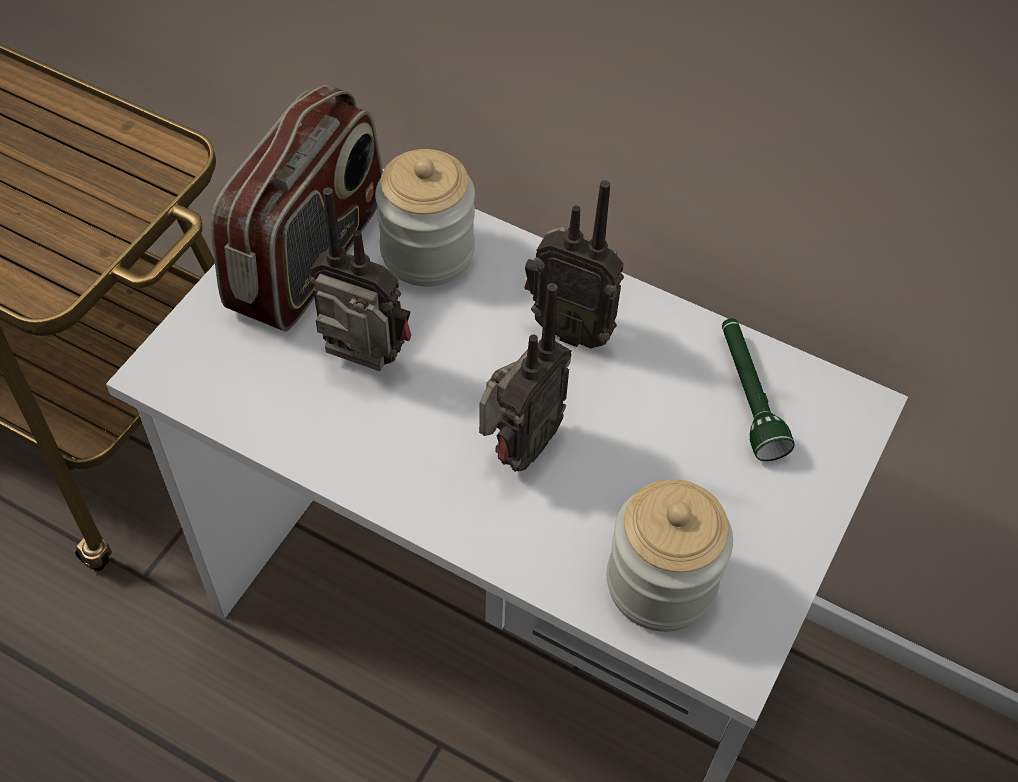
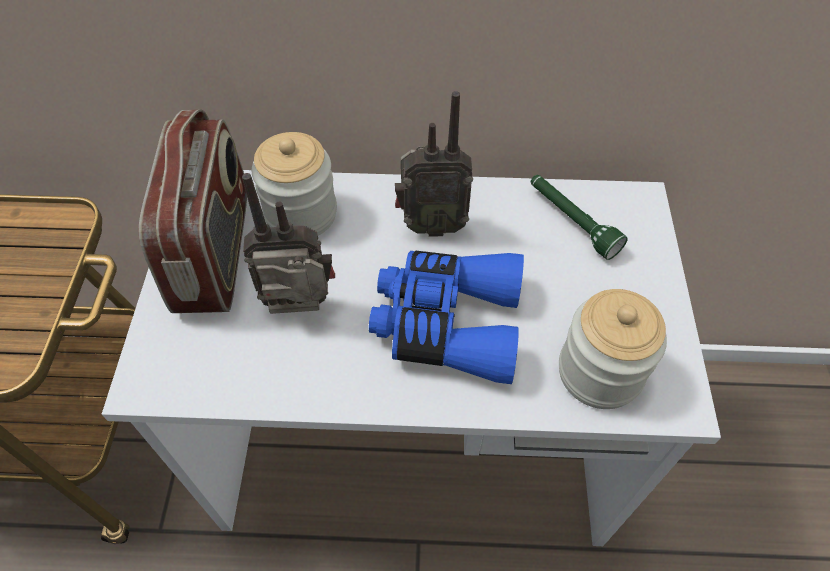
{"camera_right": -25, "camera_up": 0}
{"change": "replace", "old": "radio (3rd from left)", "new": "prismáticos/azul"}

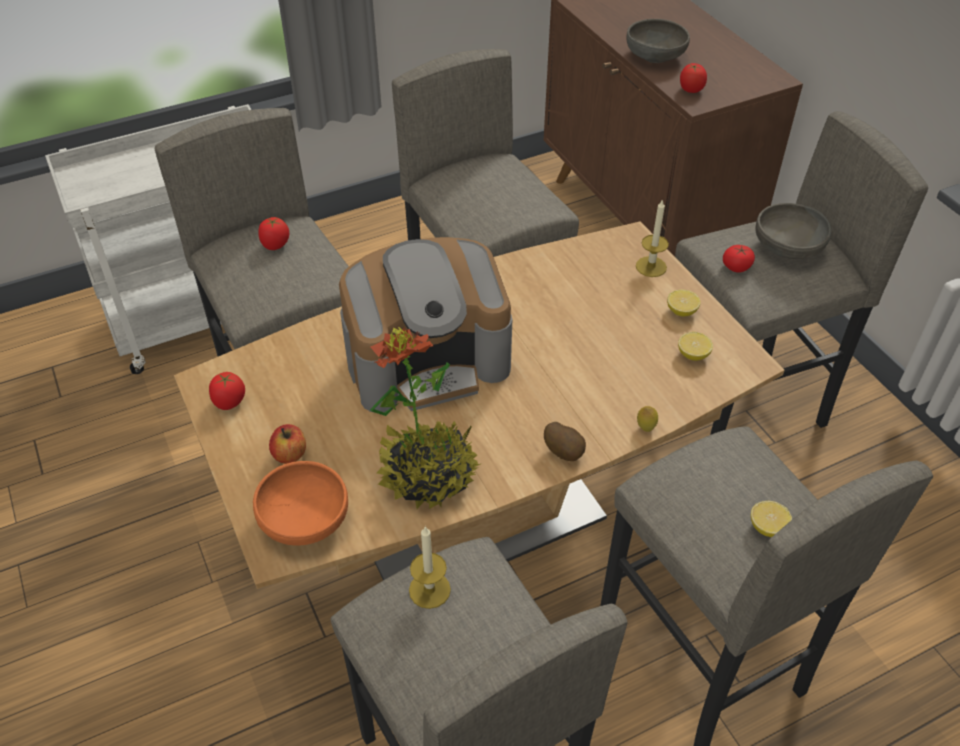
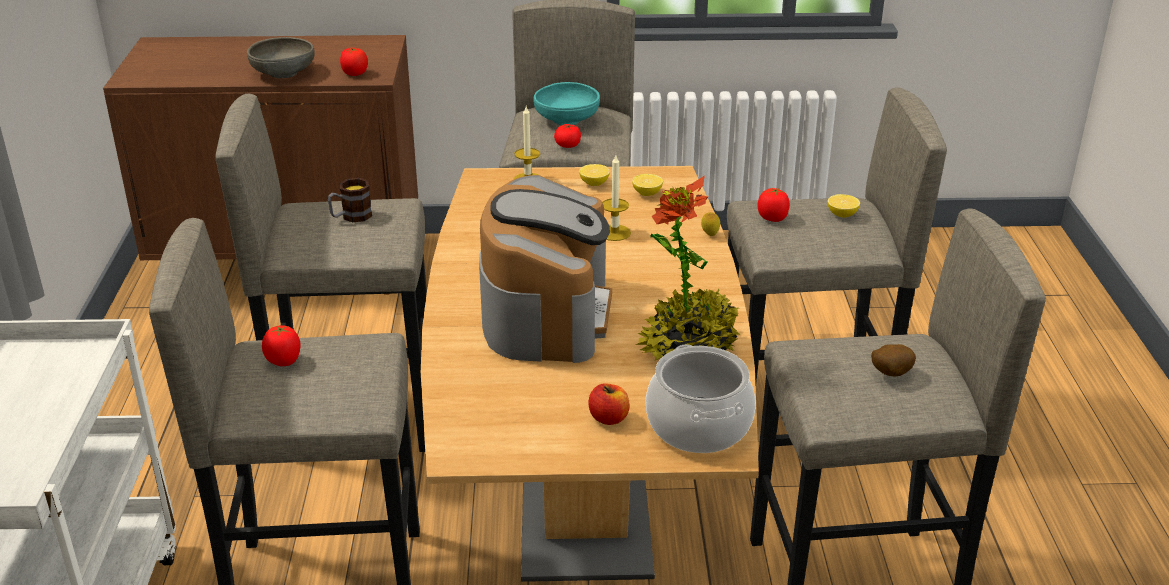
{"camera_right": -65, "camera_up": -15}
{"change": "insert", "new": "taza grande"}
{"change": "recolor", "old": "cuenco/gris (2nd from left)", "new": "cuenco/turquesa"}
{"change": "move", "old": "vela (1st from left in the first image)", "new": "vela (2nd from left)"}
{"change": "replace", "old": "cuenco/naranja", "new": "olla"}
{"change": "move", "old": "tomate (1st from left in the first image)", "new": "tomate (4th from left)"}
{"change": "move", "old": "patata"}

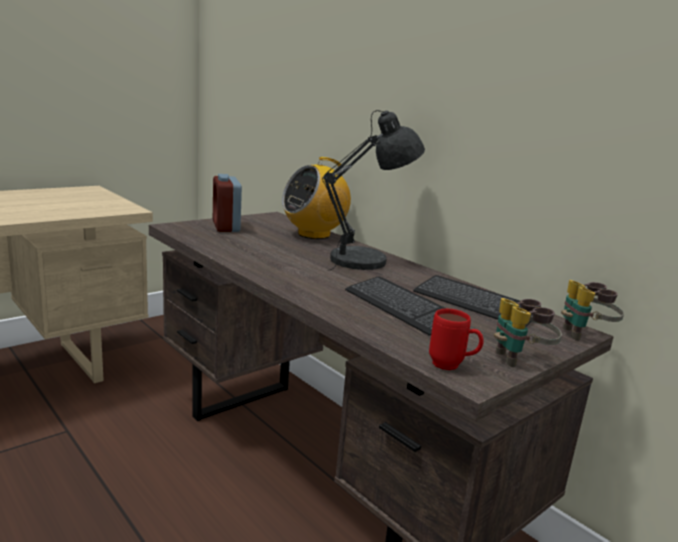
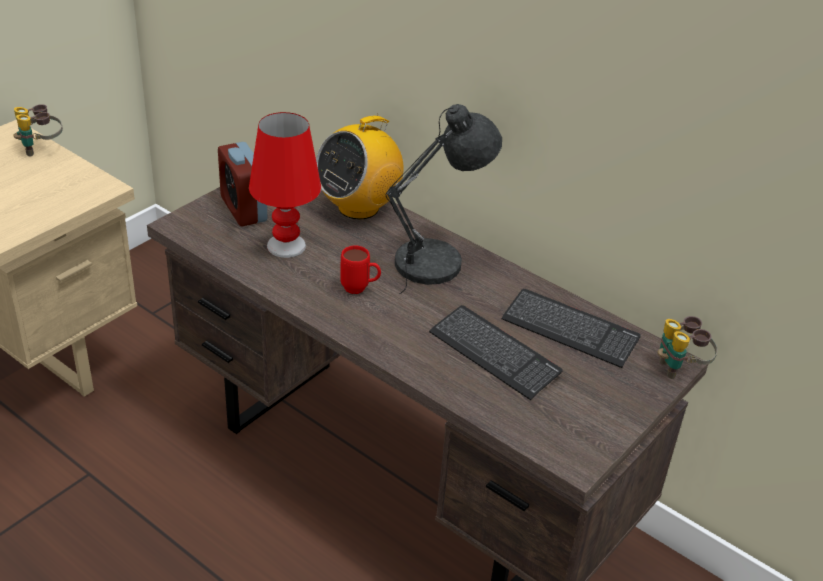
{"camera_right": -10, "camera_up": 20}
{"change": "move", "old": "prismáticos (1st from left)"}
{"change": "insert", "new": "lámpara de mesa/rojo"}
{"change": "move", "old": "taza grande/rojo"}

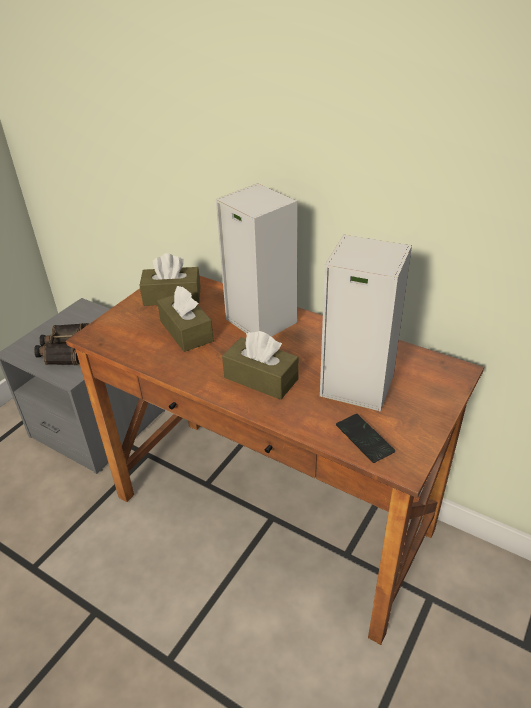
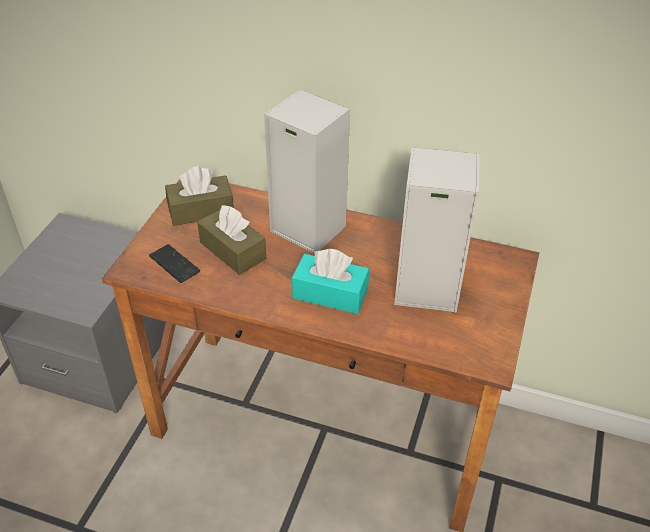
{"camera_right": -15, "camera_up": 5}
{"change": "move", "old": "móvil"}
{"change": "recolor", "old": "caja de pañuelos/marrón (3rd from left)", "new": "caja de pañuelos/turquesa"}
{"change": "delete", "old": "prismáticos"}

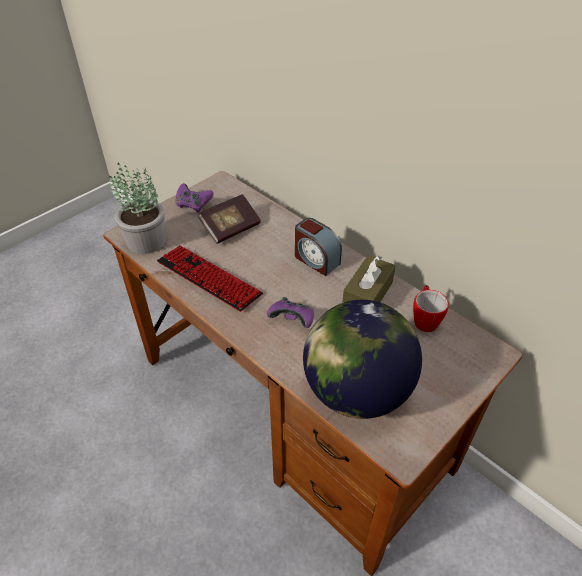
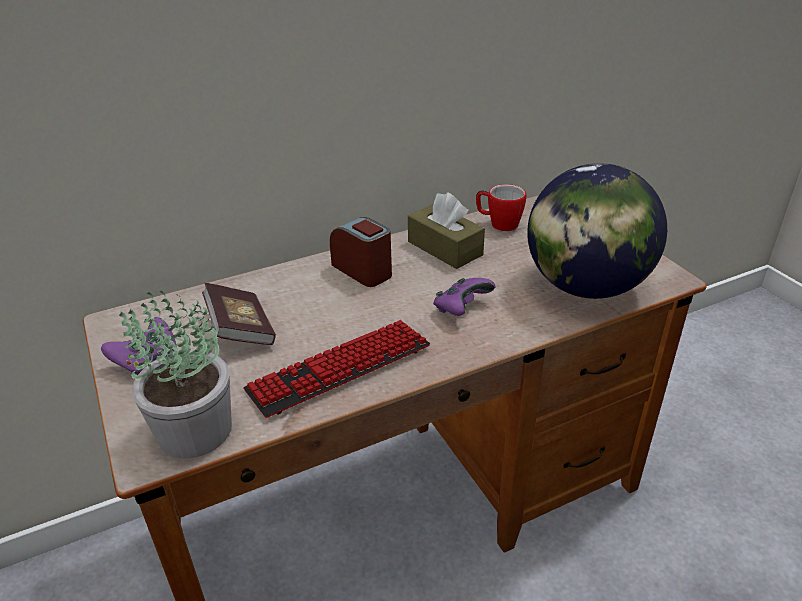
{"camera_right": -70, "camera_up": -10}
{"change": "rotate", "old": "despertador", "degrees": -105}

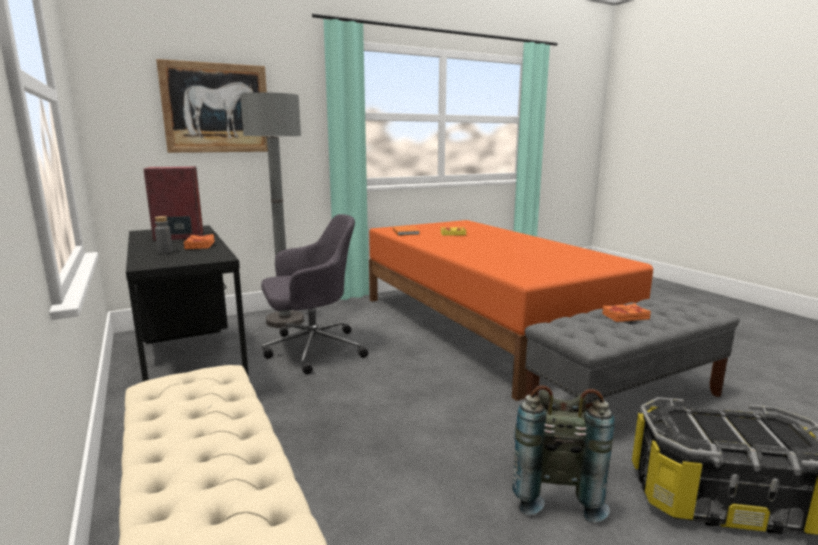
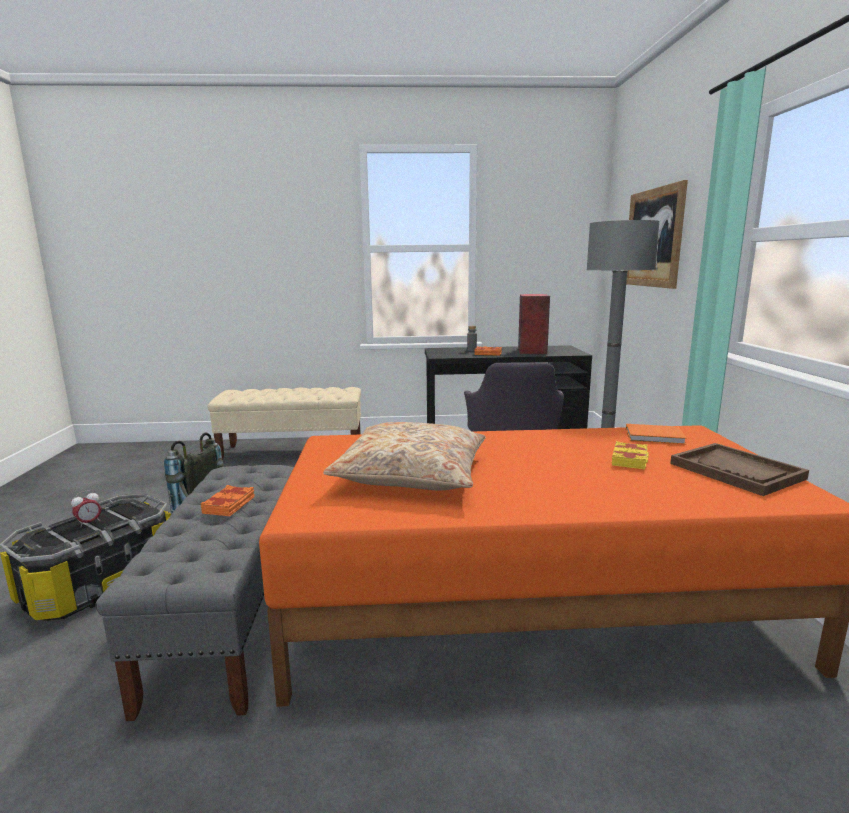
{"camera_right": 115, "camera_up": 0}
{"change": "insert", "new": "despertador"}
{"change": "insert", "new": "cojín/beis"}
{"change": "insert", "new": "bandeja/marrón"}

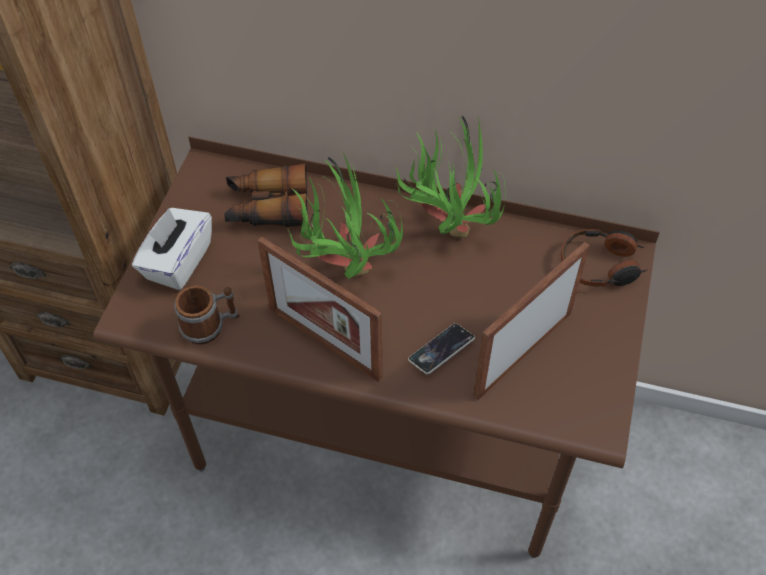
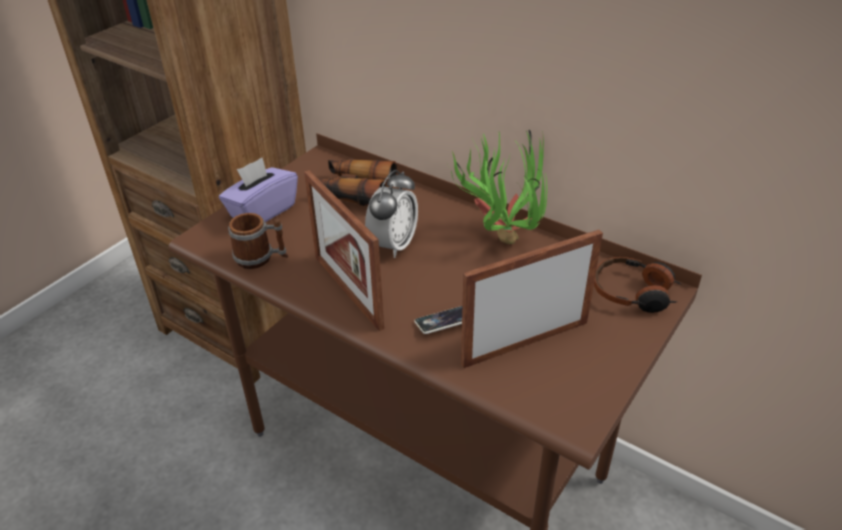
{"camera_right": 20, "camera_up": -15}
{"change": "recolor", "old": "caja de pañuelos/blanco", "new": "caja de pañuelos/morado"}
{"change": "replace", "old": "planta en maceta (1st from left)", "new": "despertador"}

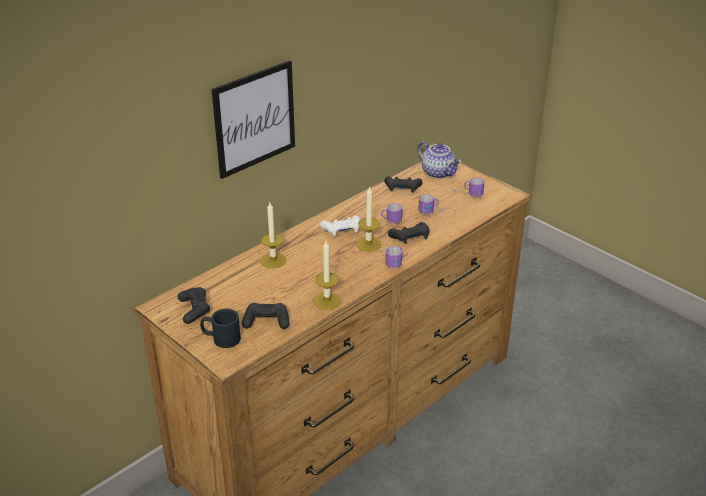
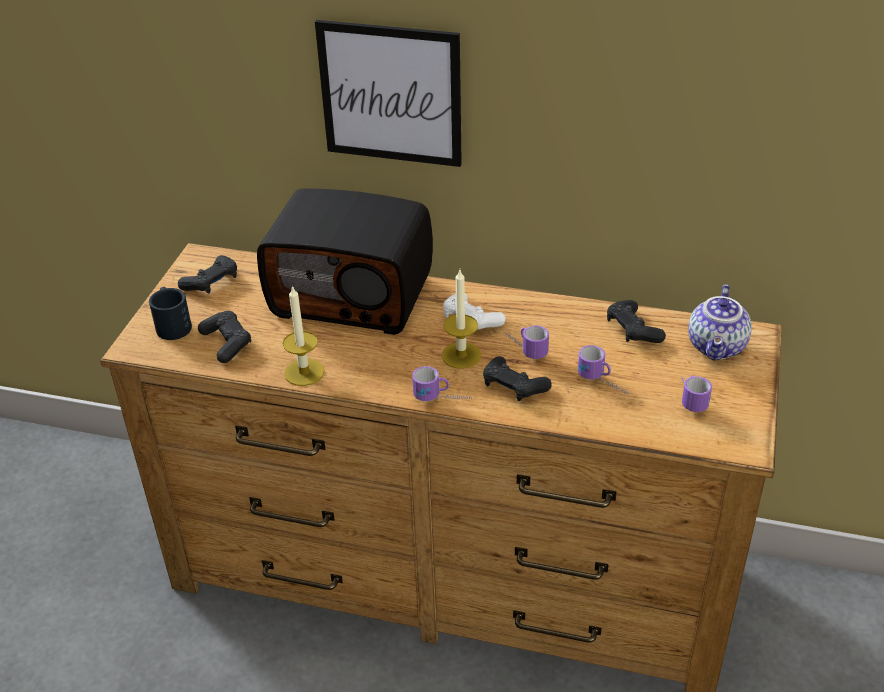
{"camera_right": 60, "camera_up": 5}
{"change": "replace", "old": "vela (1st from left)", "new": "radio"}

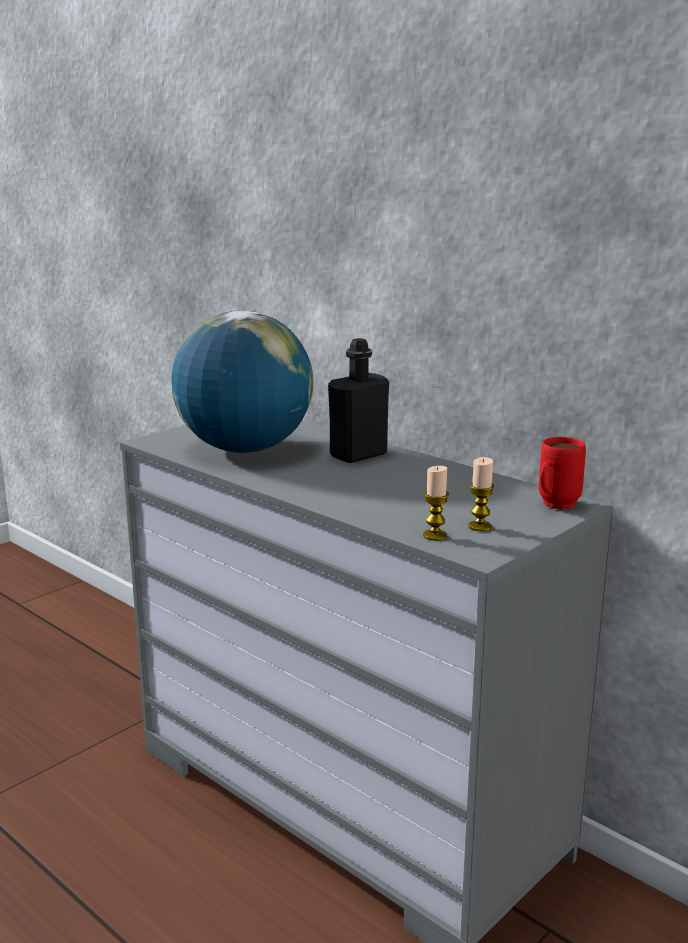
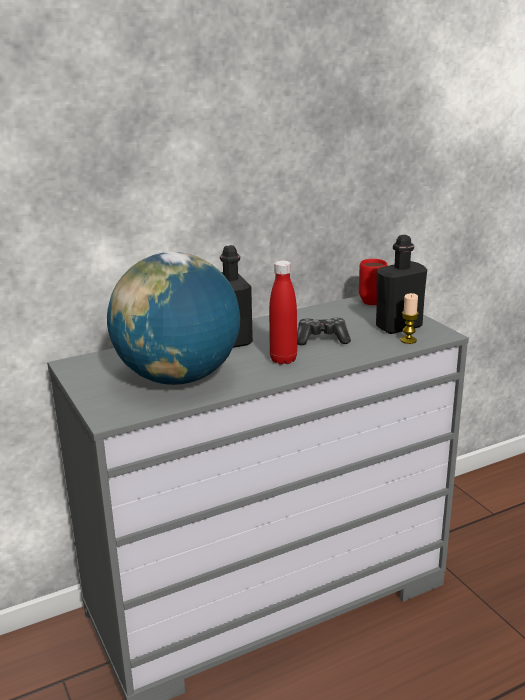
{"camera_right": -70, "camera_up": 5}
{"change": "insert", "new": "botella/rojo"}
{"change": "insert", "new": "mando de consola"}
{"change": "replace", "old": "vela (2nd from left)", "new": "botella/negro (2nd from left)"}

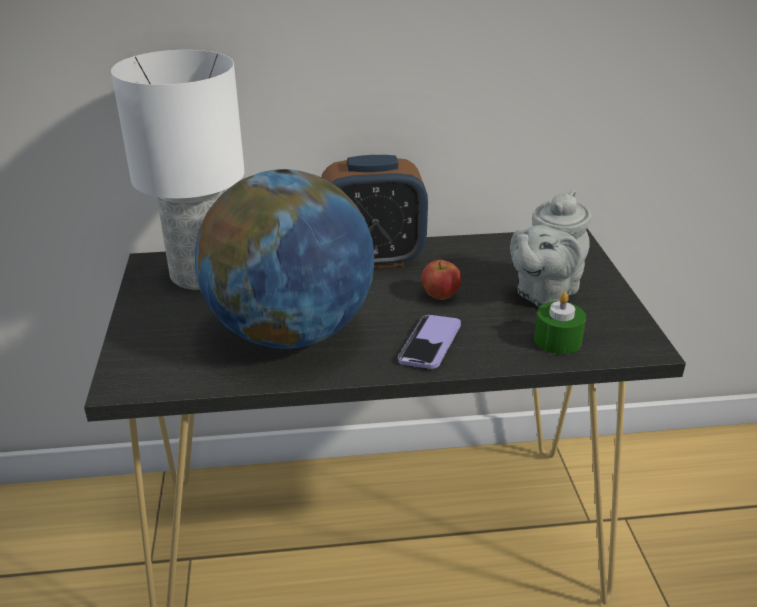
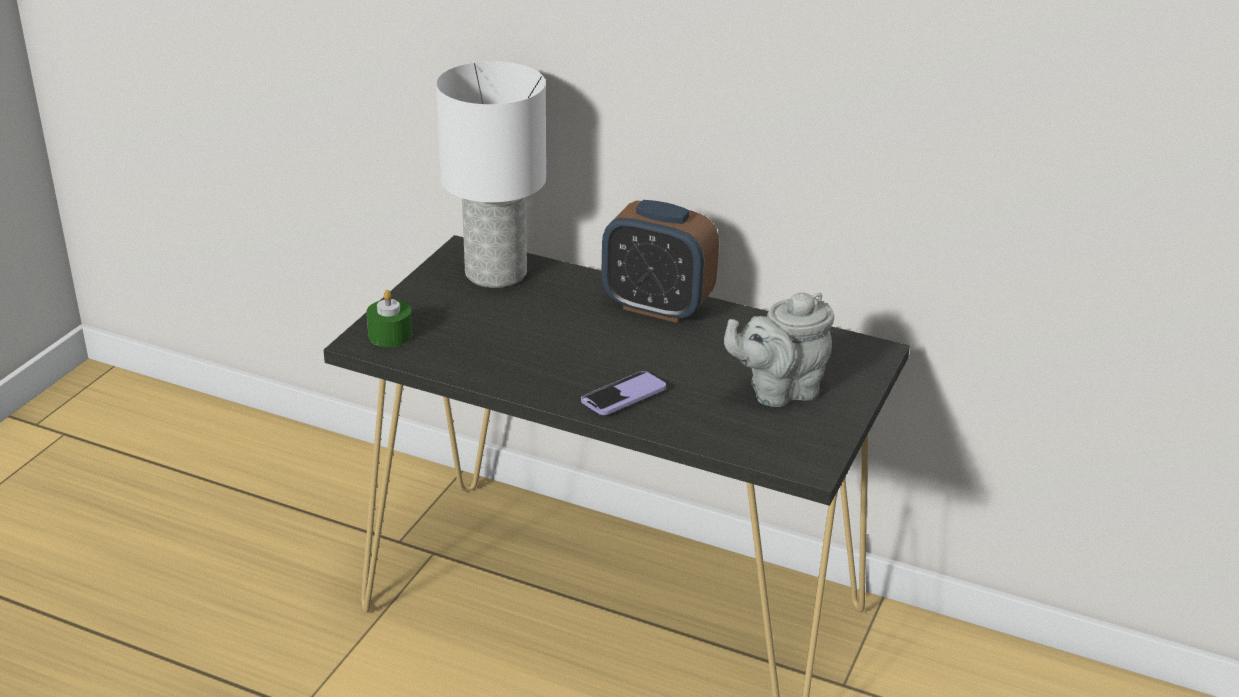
{"camera_right": 30, "camera_up": 0}
{"change": "move", "old": "vela/verde"}
{"change": "delete", "old": "globo terráqueo"}
{"change": "delete", "old": "manzana"}

